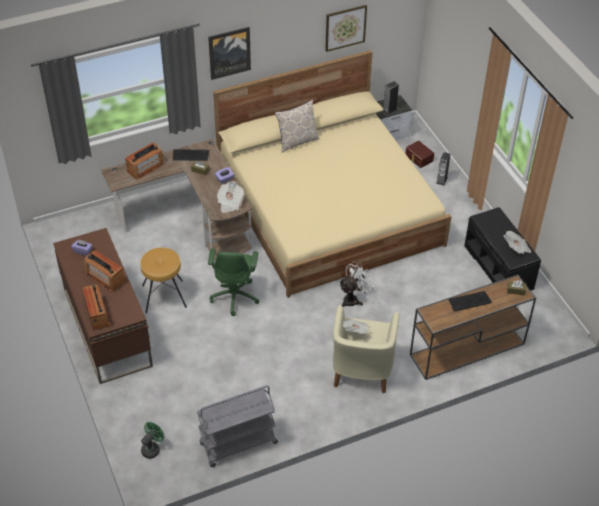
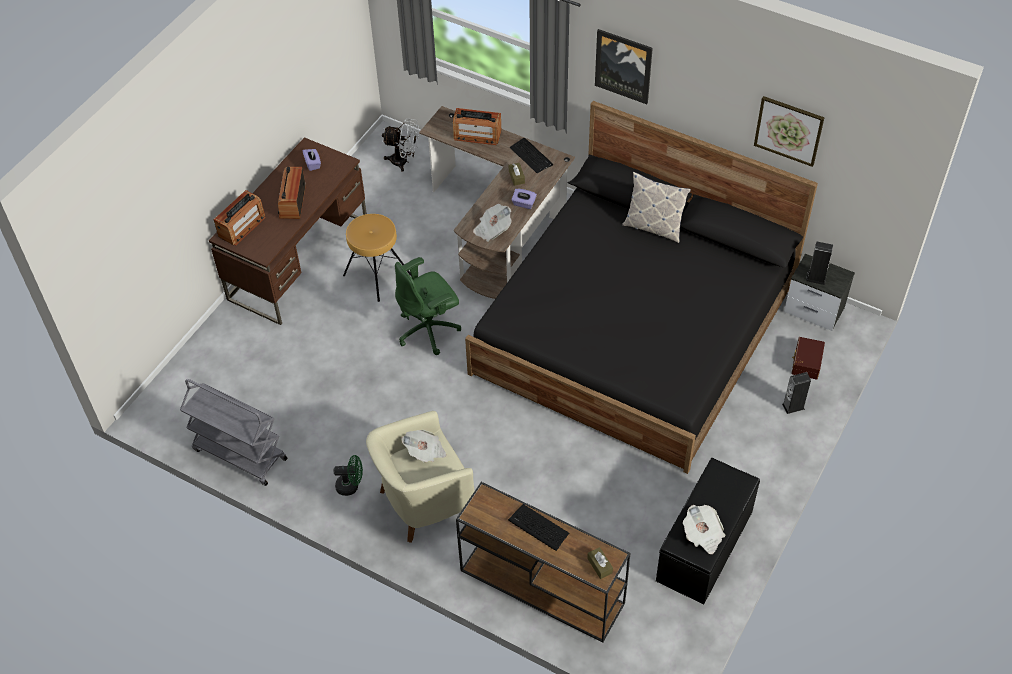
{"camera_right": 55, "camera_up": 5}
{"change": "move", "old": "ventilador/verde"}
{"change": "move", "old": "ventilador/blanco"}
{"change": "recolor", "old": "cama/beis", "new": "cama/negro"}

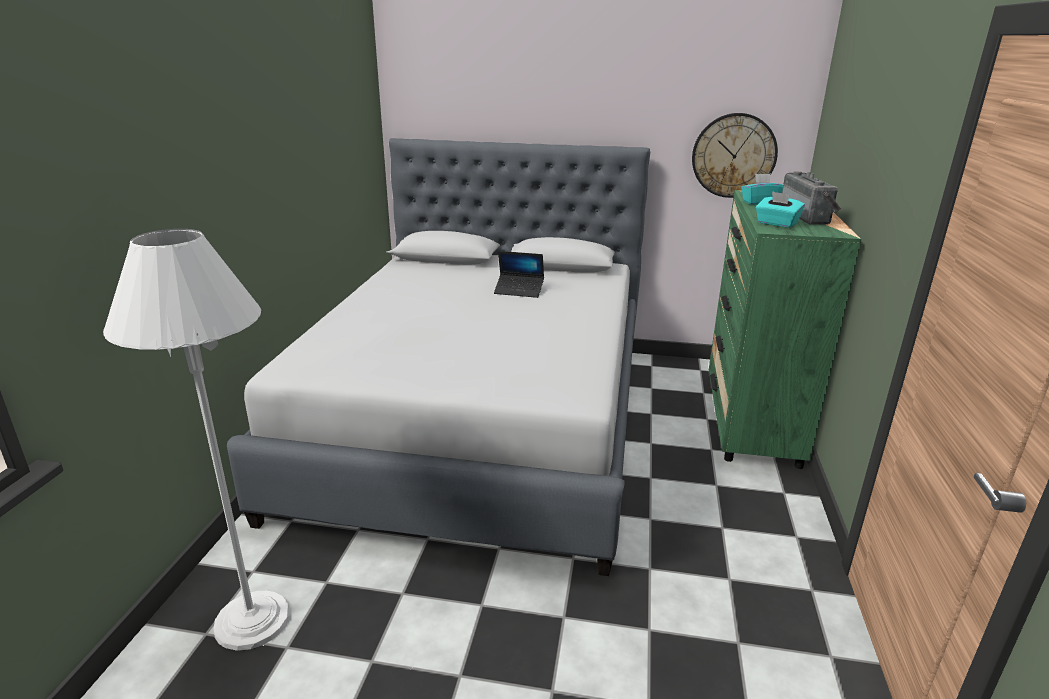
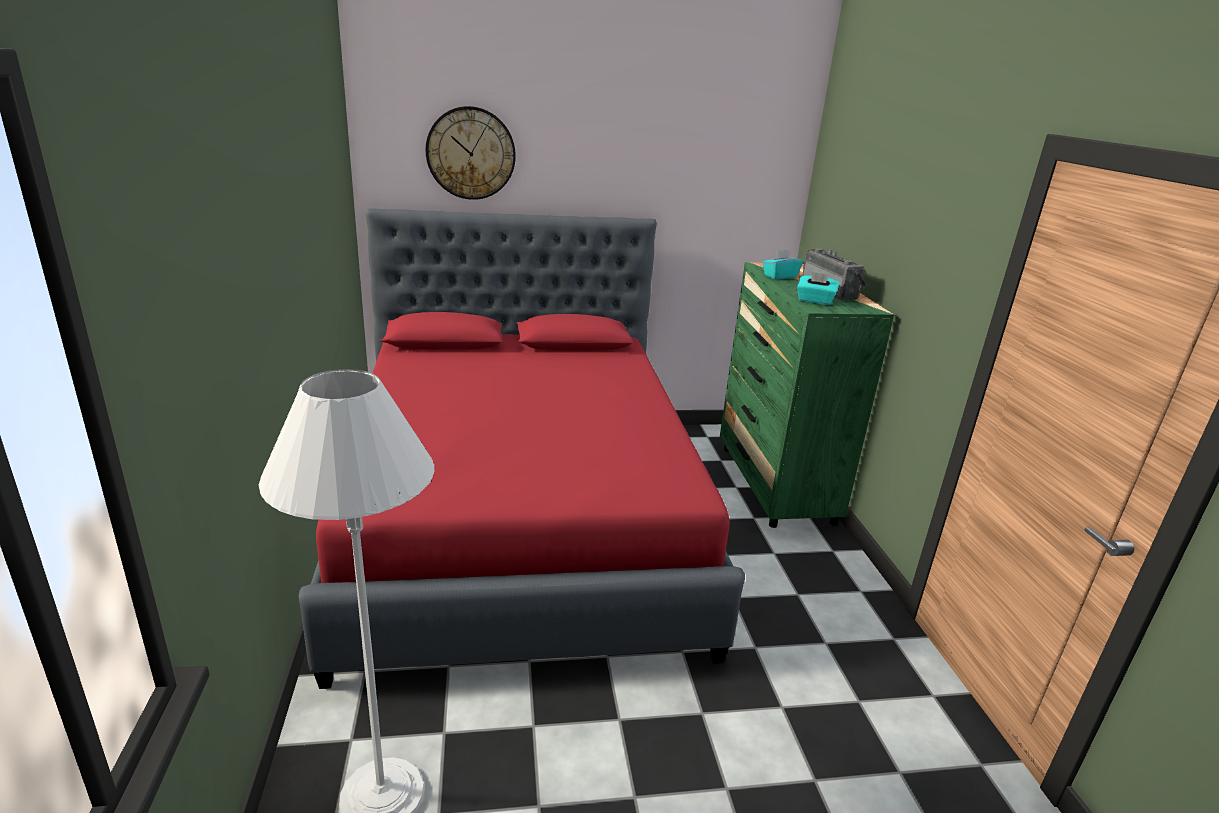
{"camera_right": -20, "camera_up": 0}
{"change": "recolor", "old": "cama/gris", "new": "cama/rojo"}
{"change": "move", "old": "reloj de pared"}
{"change": "delete", "old": "portátil"}

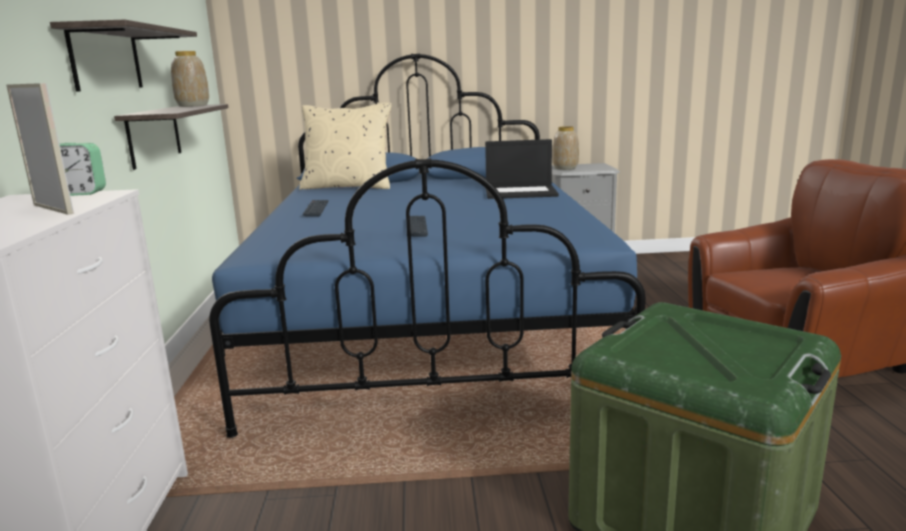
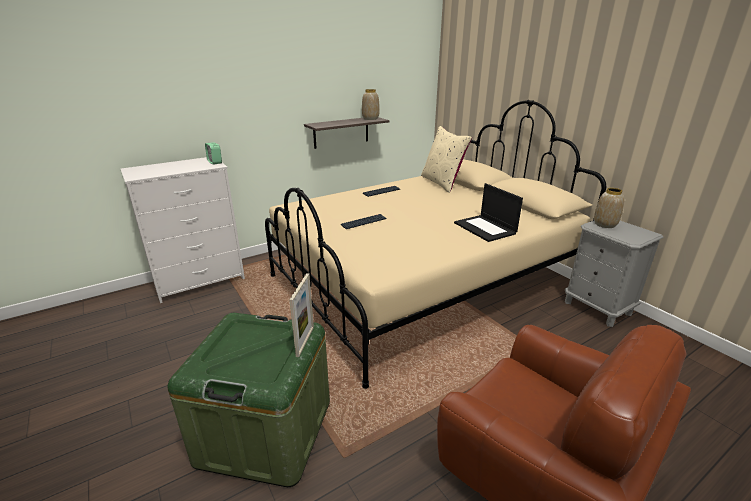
{"camera_right": 60, "camera_up": 10}
{"change": "recolor", "old": "cama/azul", "new": "cama/beis"}
{"change": "move", "old": "portarretratos"}
{"change": "delete", "old": "estante (1st from left)"}

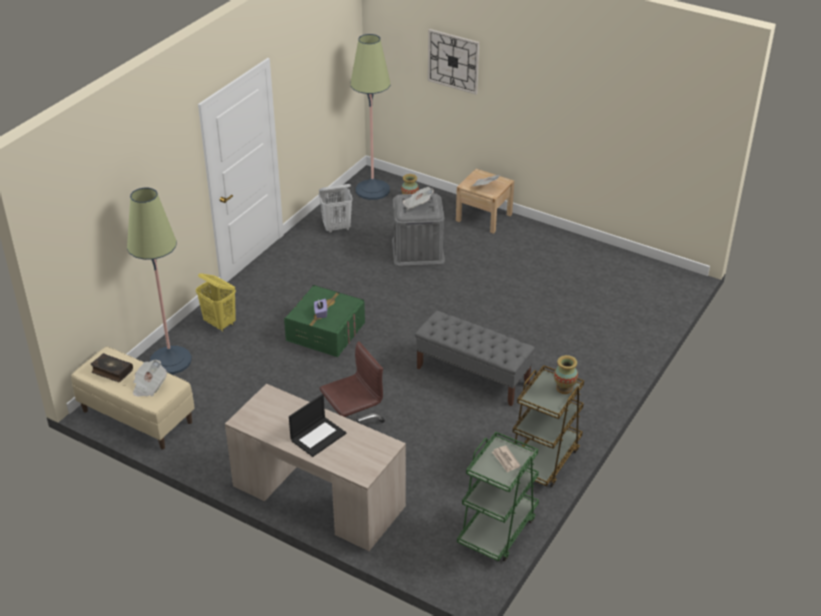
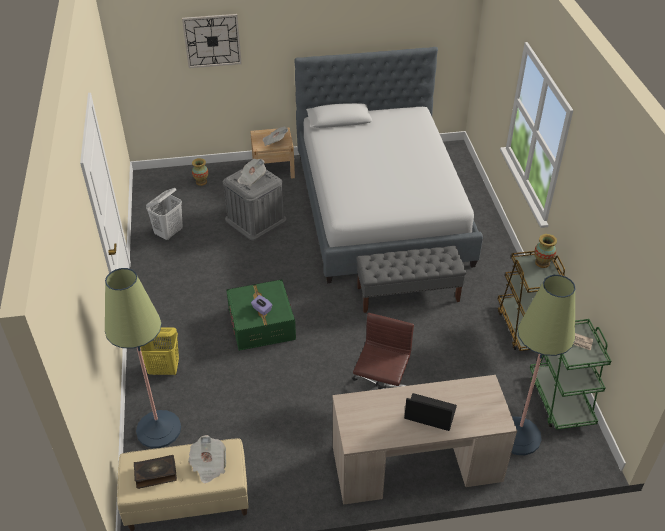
{"camera_right": -40, "camera_up": 5}
{"change": "insert", "new": "cama"}
{"change": "rotate", "old": "portátil", "degrees": -75}
{"change": "move", "old": "lámpara de pie (2nd from left)"}

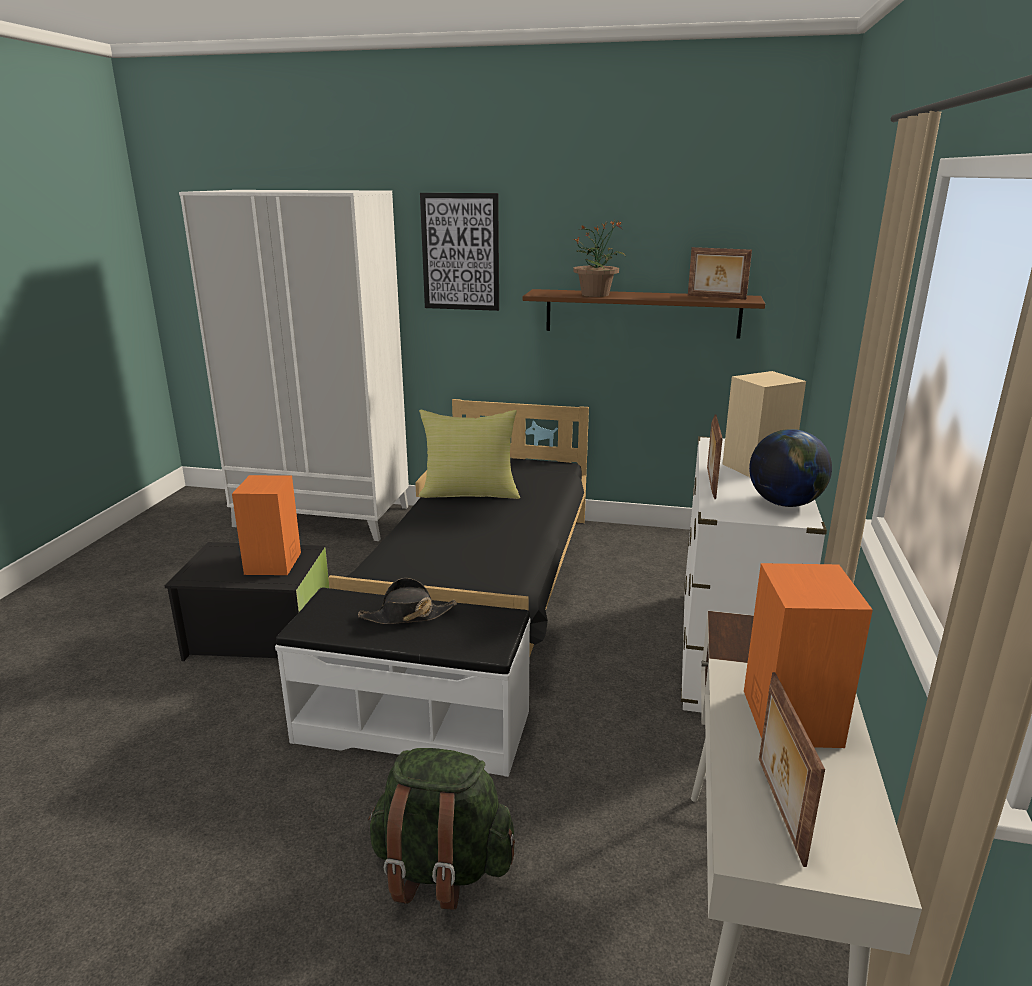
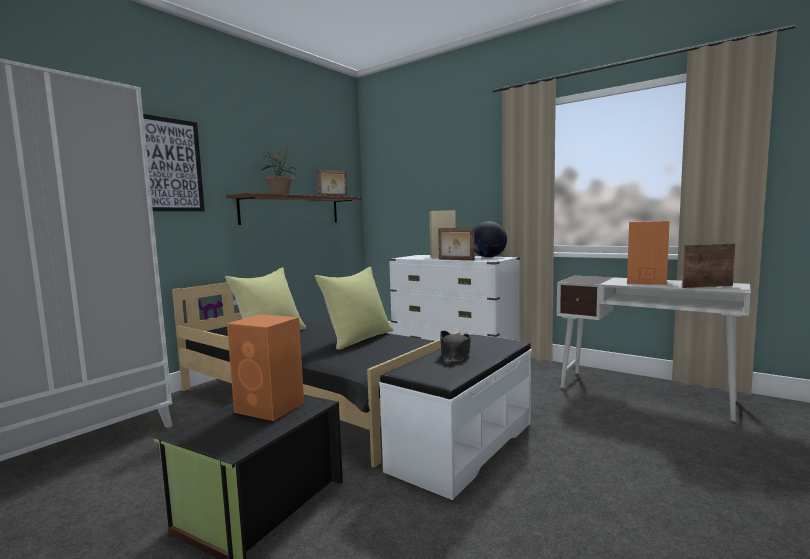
{"camera_right": -65, "camera_up": -15}
{"change": "insert", "new": "cojín/amarillo (2nd from left)"}
{"change": "rotate", "old": "portarretratos (3rd from left)", "degrees": 150}
{"change": "delete", "old": "mochila/verde"}

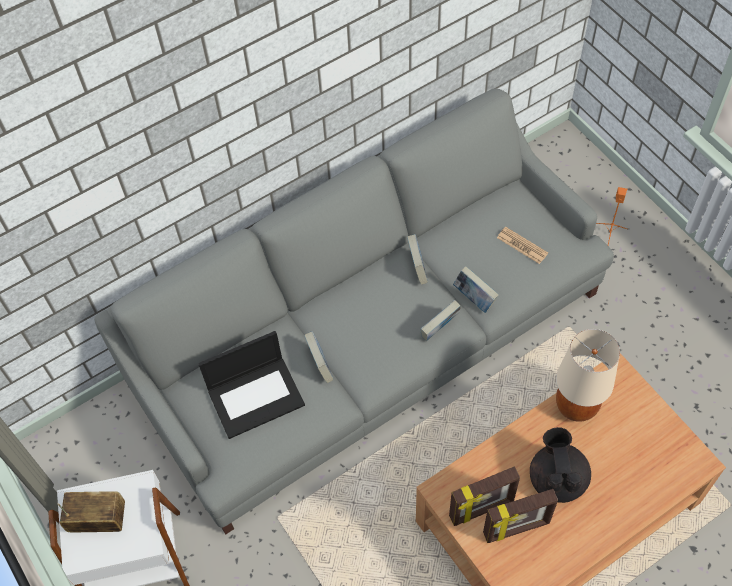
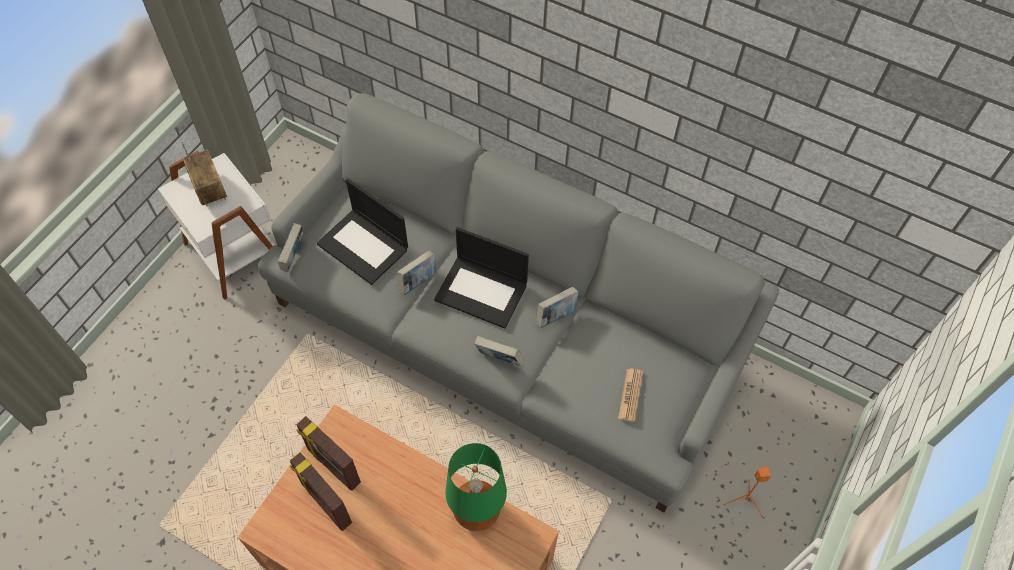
{"camera_right": 60, "camera_up": 0}
{"change": "move", "old": "libro (4th from left in the first image)", "new": "libro (1st from left)"}
{"change": "insert", "new": "portátil (2nd from left)"}
{"change": "recolor", "old": "lámpara de mesa/beis", "new": "lámpara de mesa/verde"}
{"change": "delete", "old": "tetera/negro"}

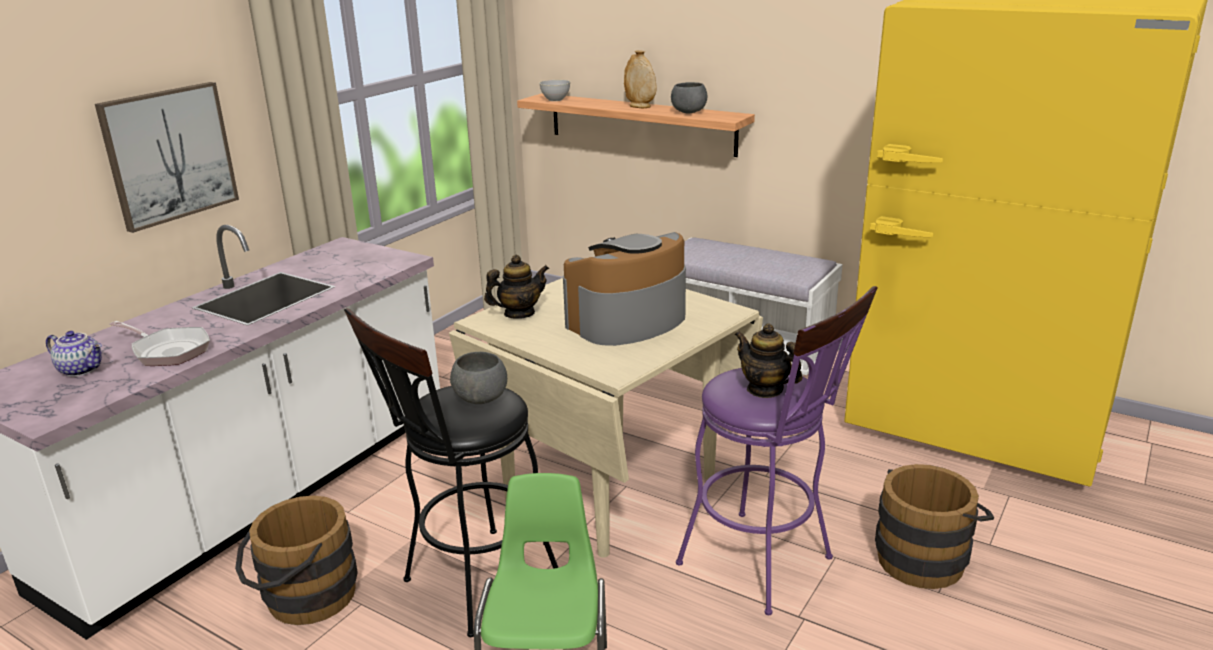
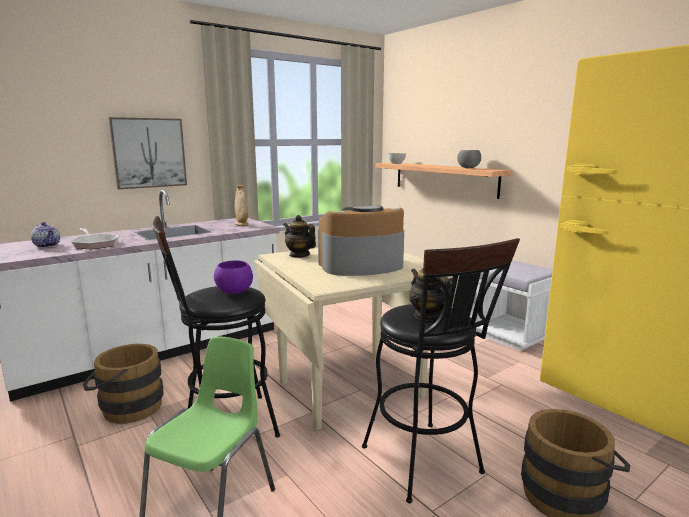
{"camera_right": 20, "camera_up": -10}
{"change": "recolor", "old": "cuenco/gris (1st from left)", "new": "cuenco/morado"}
{"change": "move", "old": "florero/beis"}
{"change": "rotate", "old": "tetera (2nd from left)", "degrees": -135}
{"change": "recolor", "old": "taburete/morado", "new": "taburete/negro (2nd from left)"}

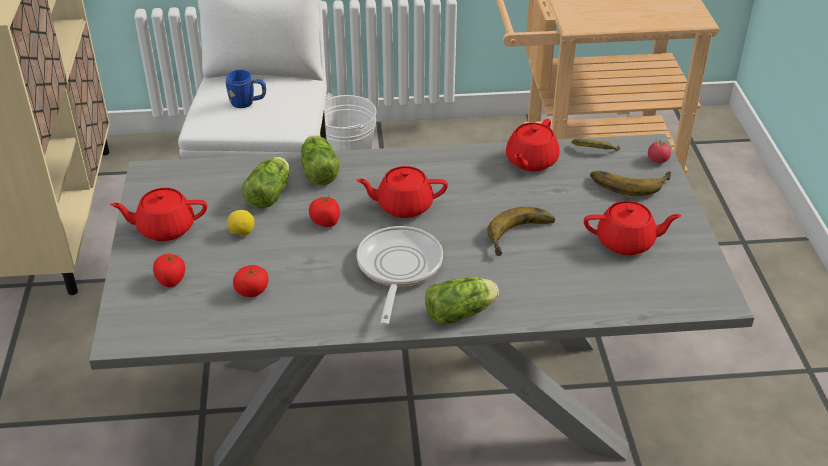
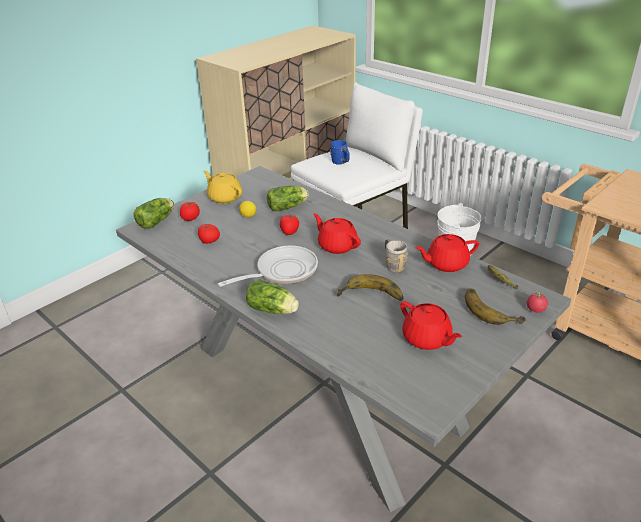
{"camera_right": 50, "camera_up": -5}
{"change": "move", "old": "lechuga (2nd from left in the first image)", "new": "lechuga (1st from left)"}
{"change": "recolor", "old": "tetera/rojo (1st from left)", "new": "tetera/amarillo"}
{"change": "insert", "new": "taza grande/gris"}

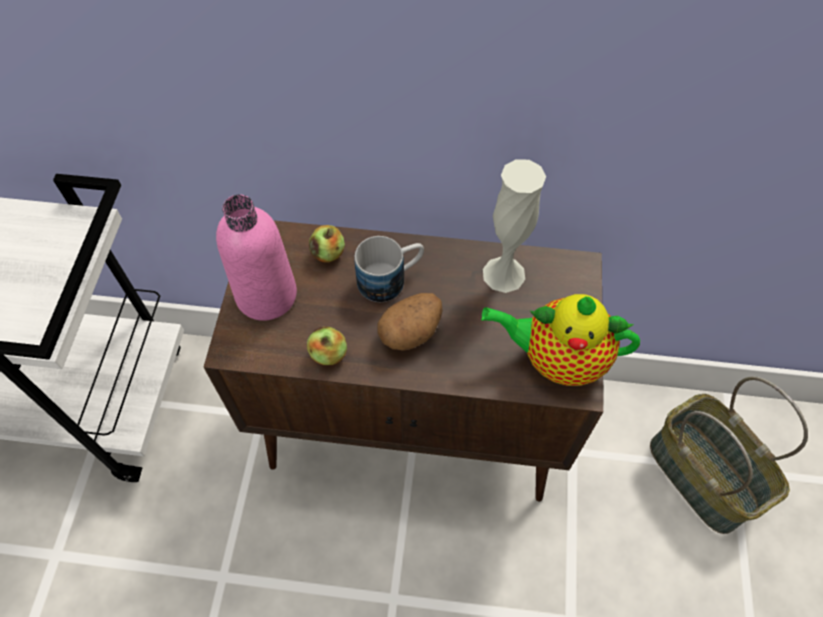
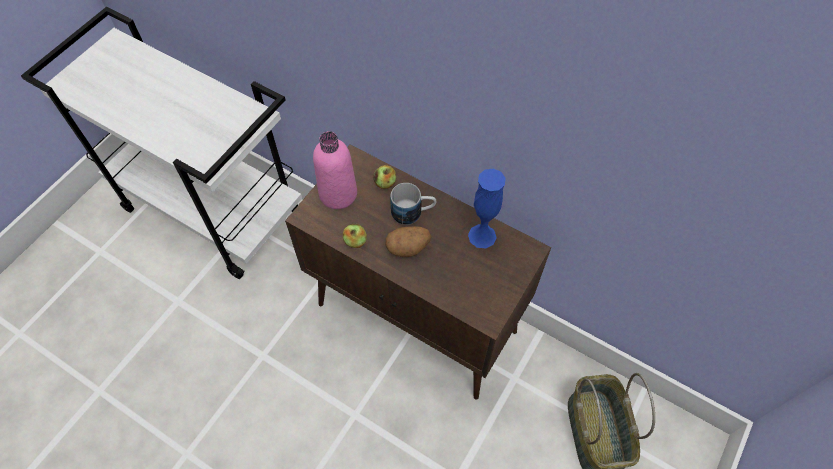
{"camera_right": 25, "camera_up": 0}
{"change": "recolor", "old": "florero/blanco", "new": "florero/azul"}
{"change": "delete", "old": "tetera"}

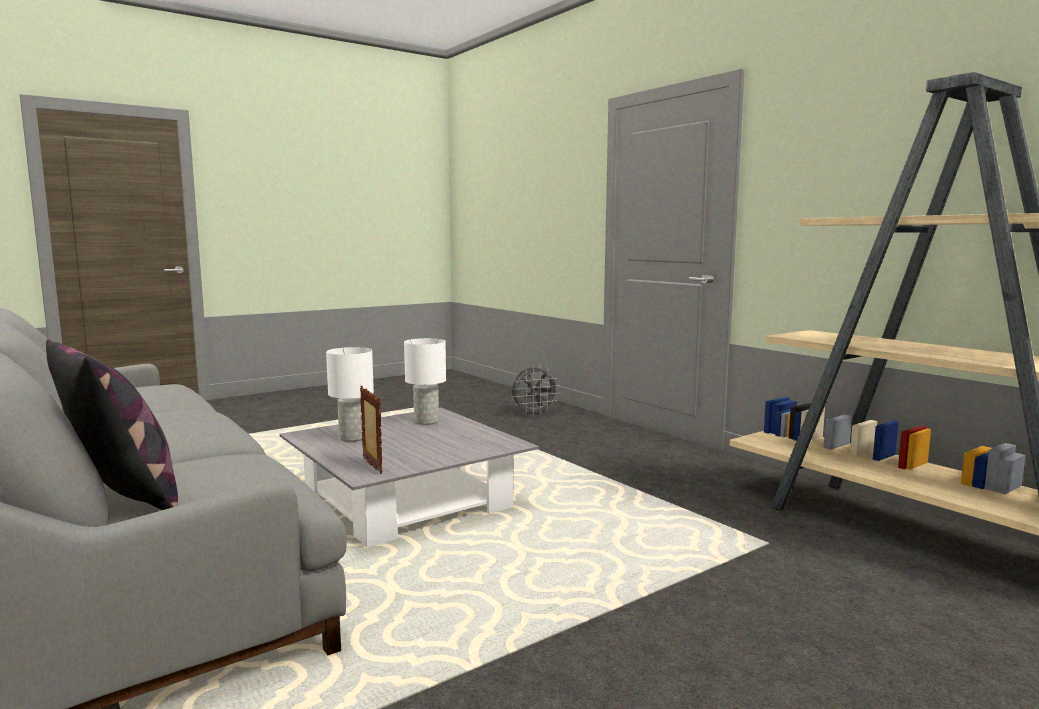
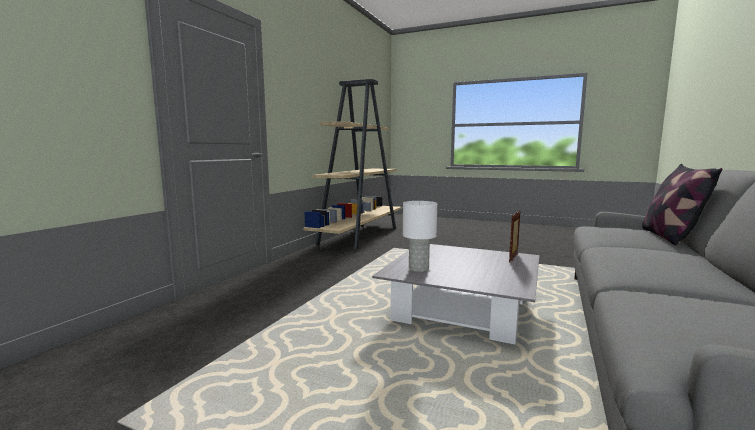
{"camera_right": -120, "camera_up": 0}
{"change": "delete", "old": "lámpara de mesa/blanco (1st from left)"}
{"change": "delete", "old": "ventilador/gris"}

